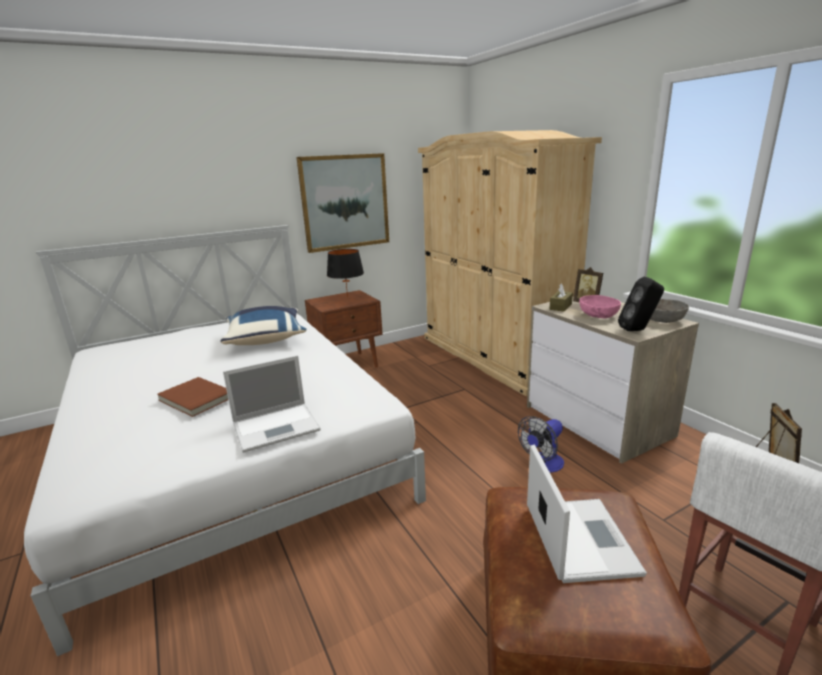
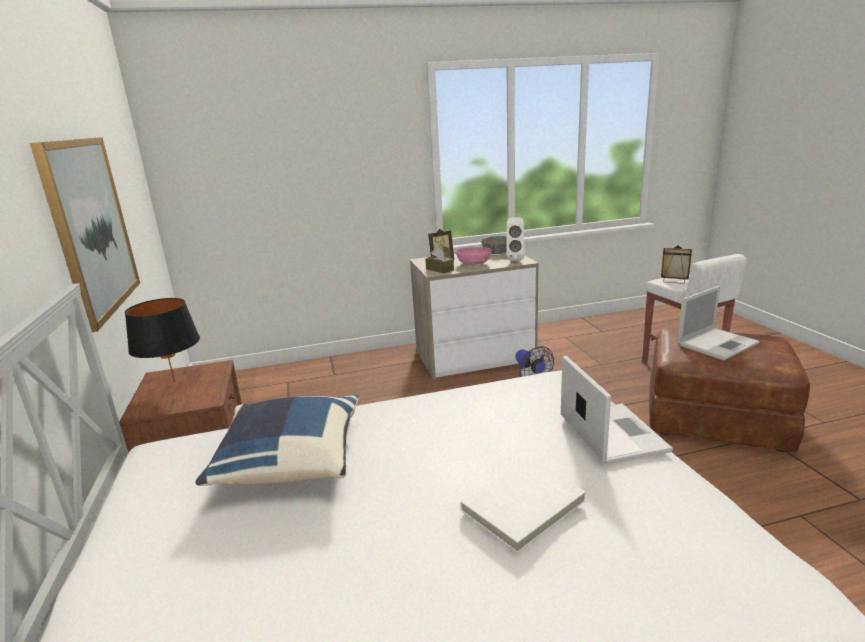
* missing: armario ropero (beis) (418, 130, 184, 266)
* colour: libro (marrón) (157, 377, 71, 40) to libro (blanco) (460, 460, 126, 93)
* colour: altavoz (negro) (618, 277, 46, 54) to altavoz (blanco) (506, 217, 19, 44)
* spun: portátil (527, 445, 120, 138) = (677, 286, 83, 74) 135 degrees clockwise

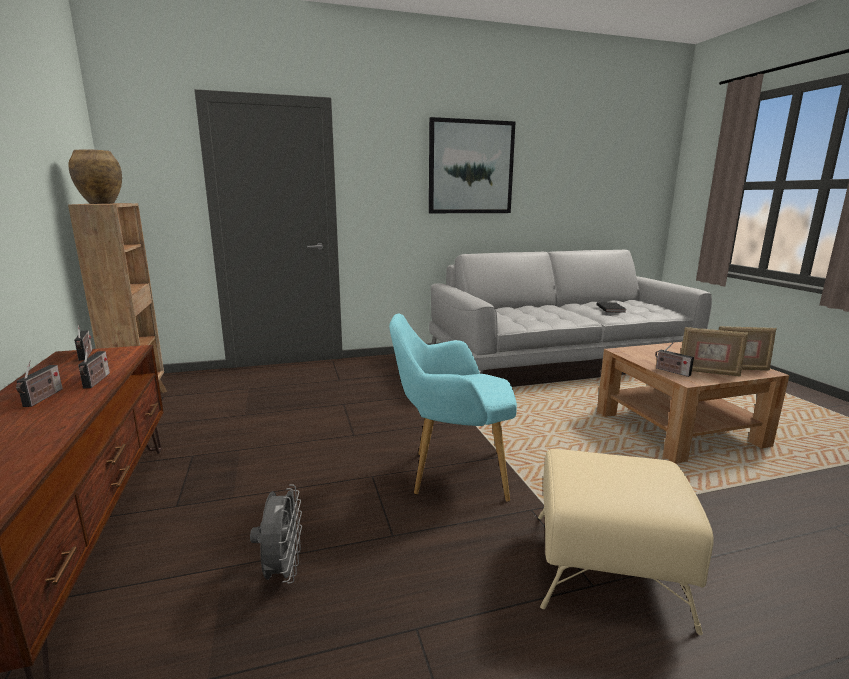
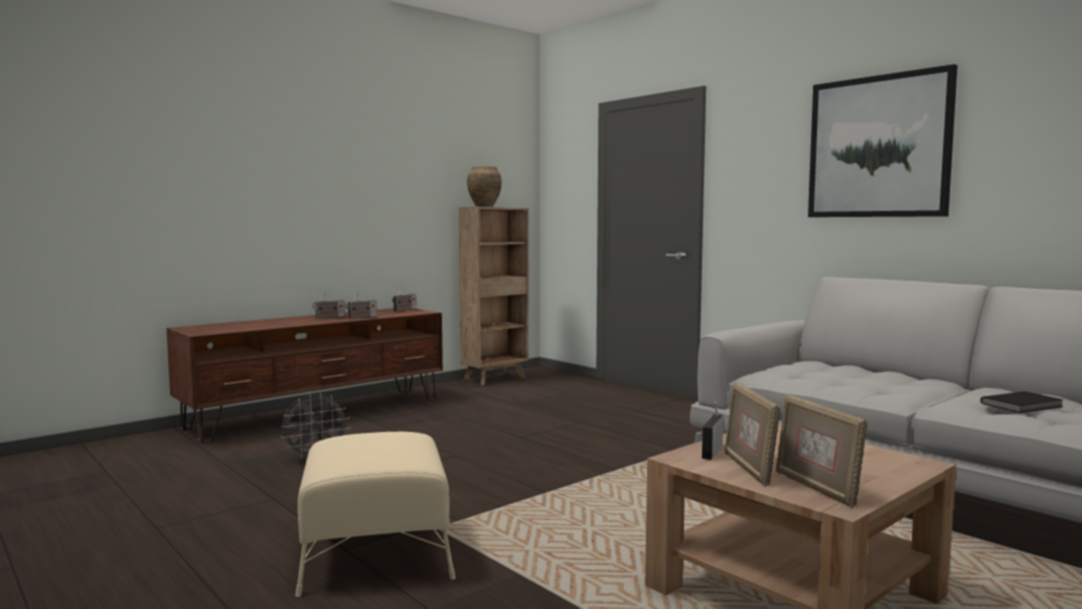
* missing: sillón (turquesa) (389, 314, 128, 188)

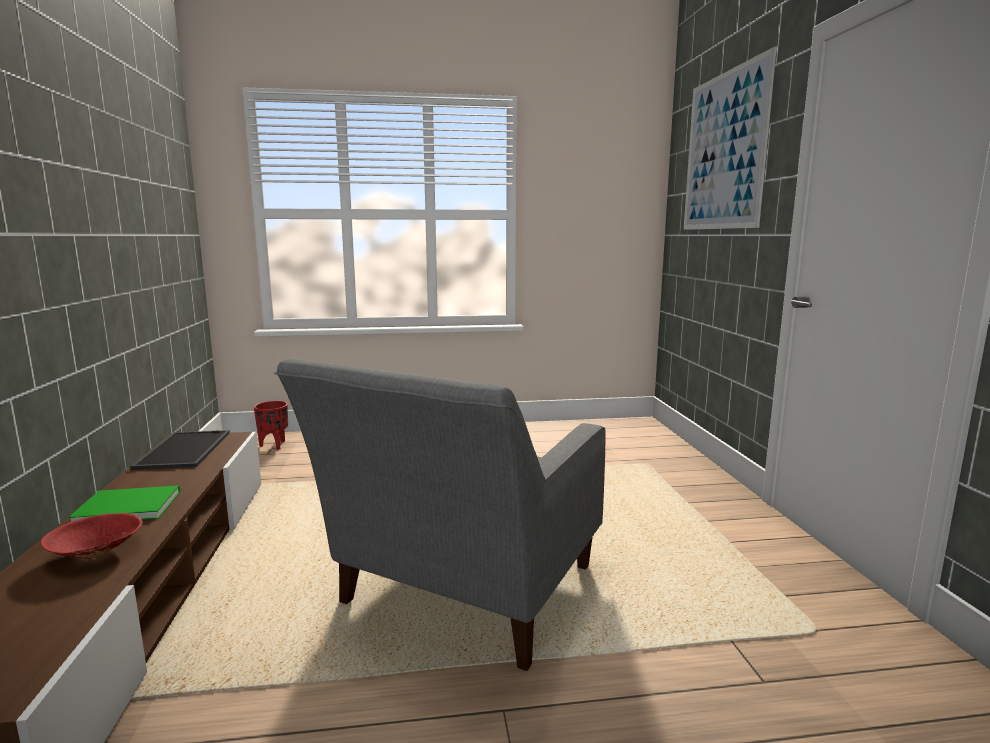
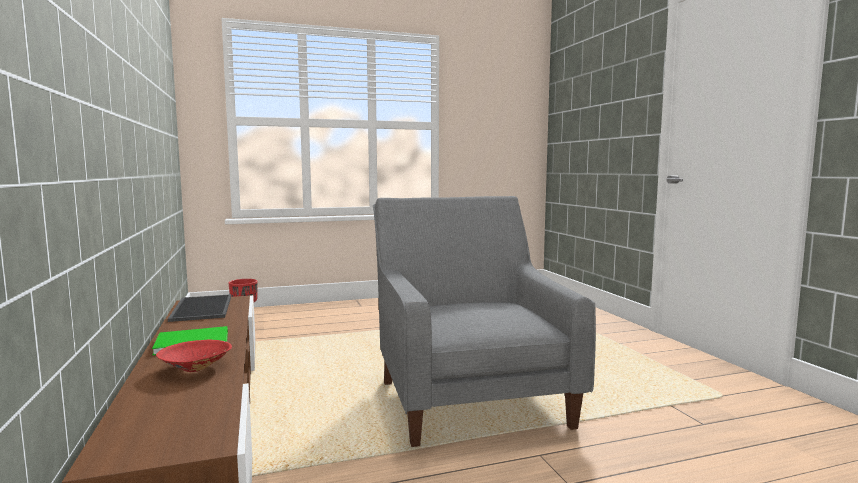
* missing: cuadro (684, 47, 93, 183)
* spun: sillón (gris) (274, 358, 332, 313) = (373, 196, 223, 251) 150 degrees clockwise

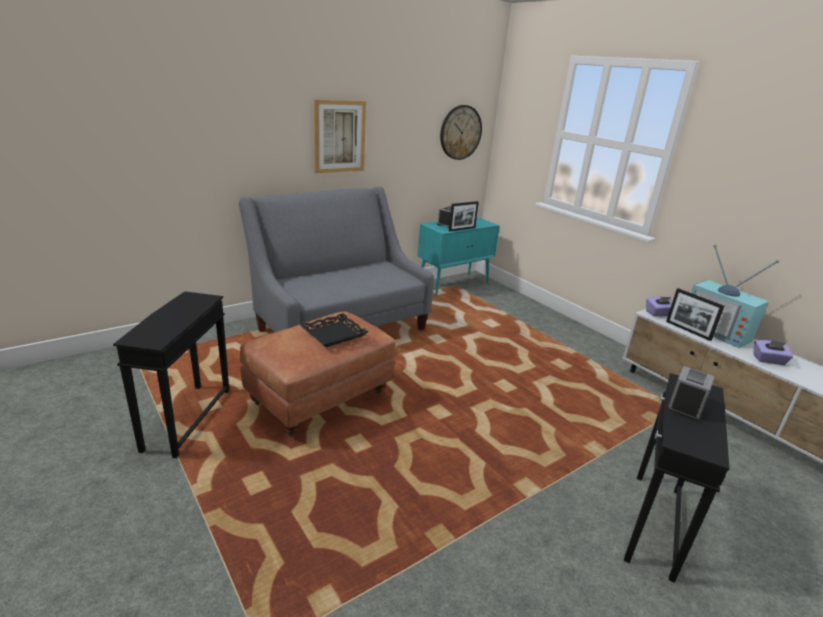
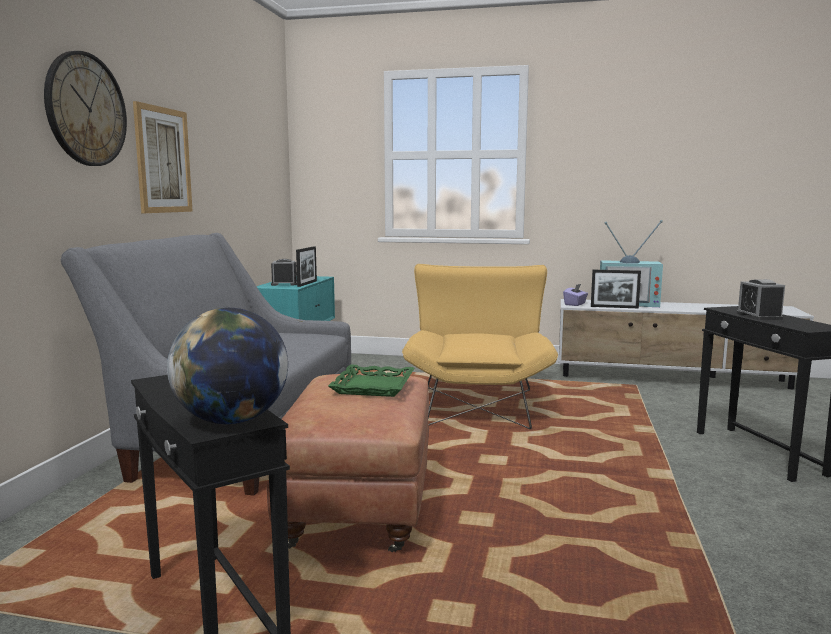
* missing: caja de pañuelos (morado) (753, 340, 40, 25)
* appeared: globo terráqueo (167, 308, 121, 116)
* appeared: sillón (amarillo) (402, 264, 156, 165)
* relocated: reloj de pared (440, 105, 42, 55) to (44, 51, 83, 115)
* colour: bandeja (negro) (300, 313, 68, 34) to bandeja (verde) (328, 364, 87, 33)

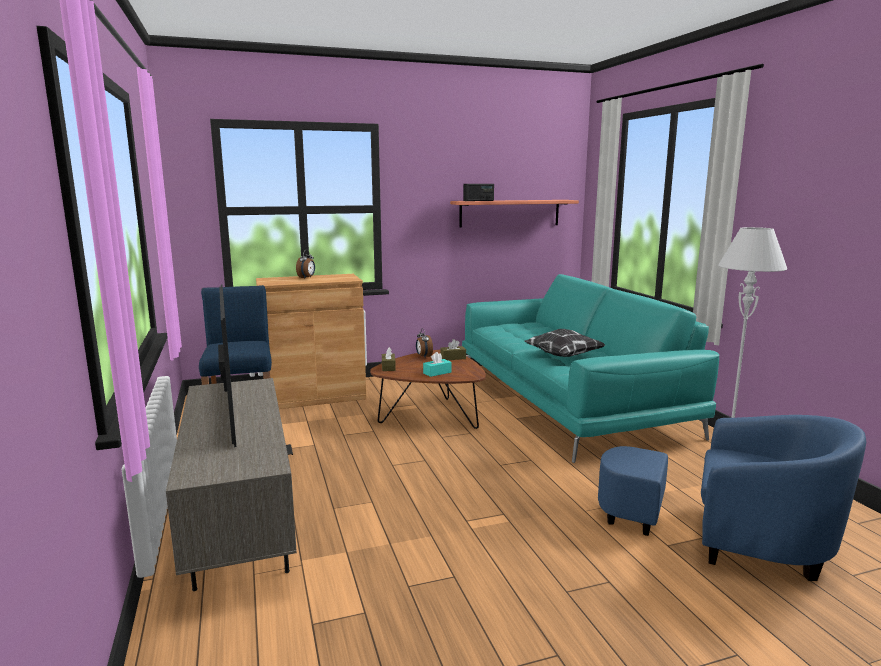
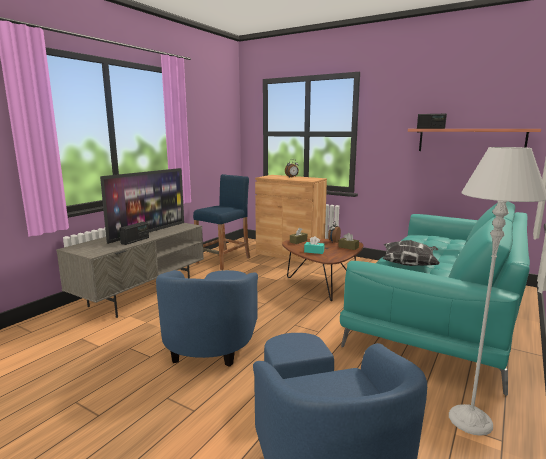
* appeared: radio (119, 222, 30, 23)
* appeared: sillón (azul) (156, 270, 102, 97)

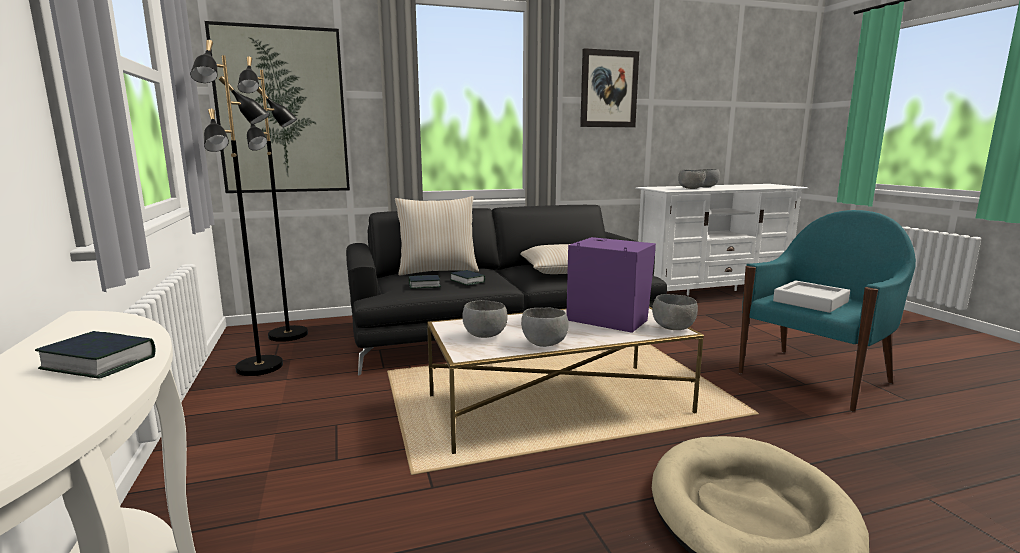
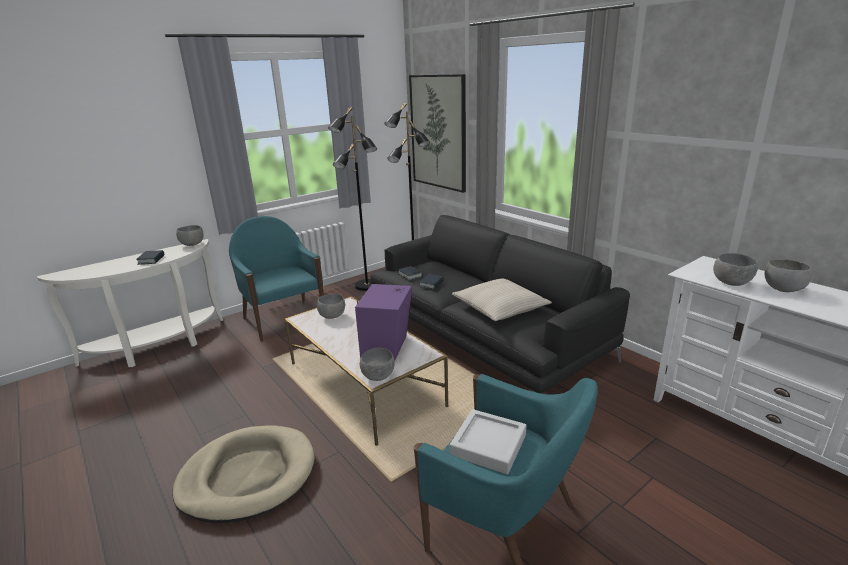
* missing: cojín (beis) (395, 196, 84, 79)
* missing: cuadro (580, 48, 59, 79)
* appeared: sillón (turquesa) (229, 216, 95, 126)
* relocated: cuenco (gris) (521, 307, 48, 40) to (176, 225, 28, 21)

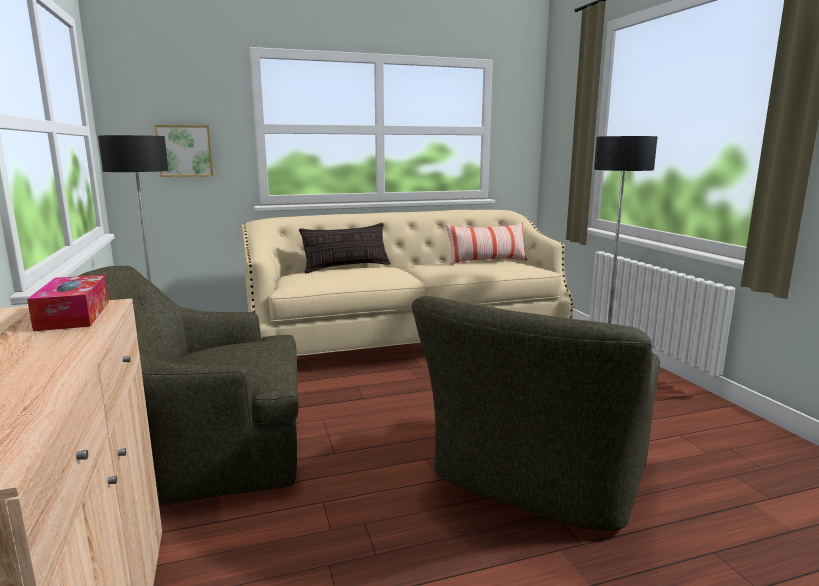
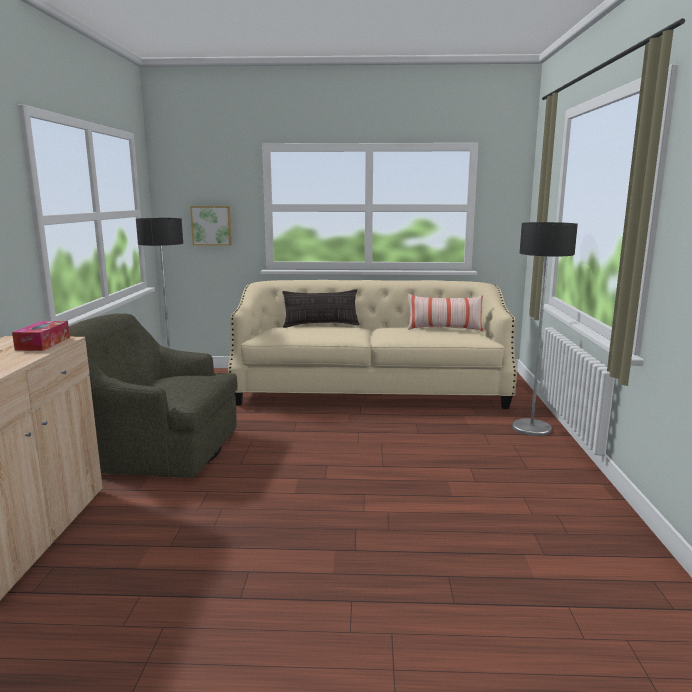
* missing: sillón (verde) (412, 296, 248, 235)

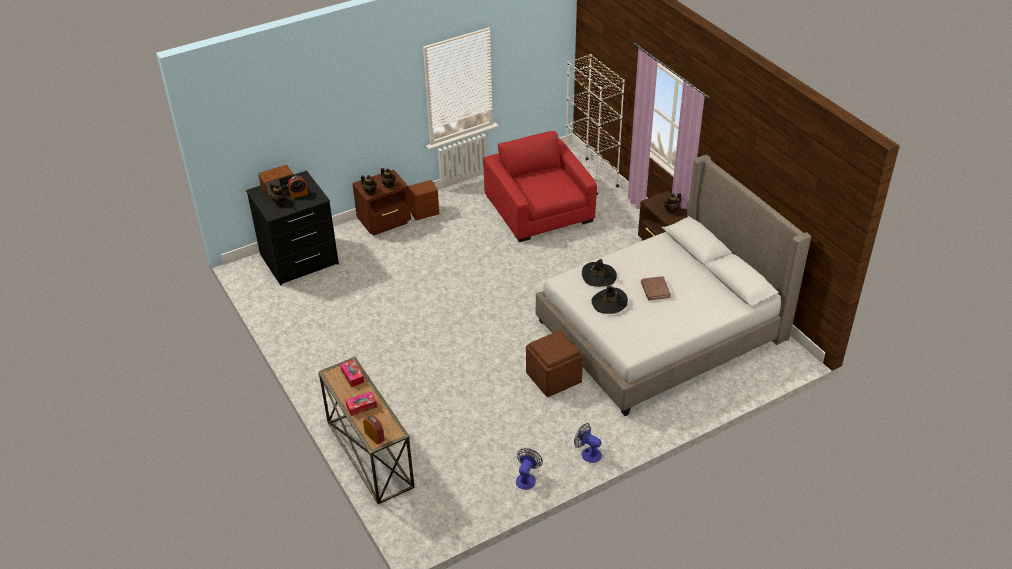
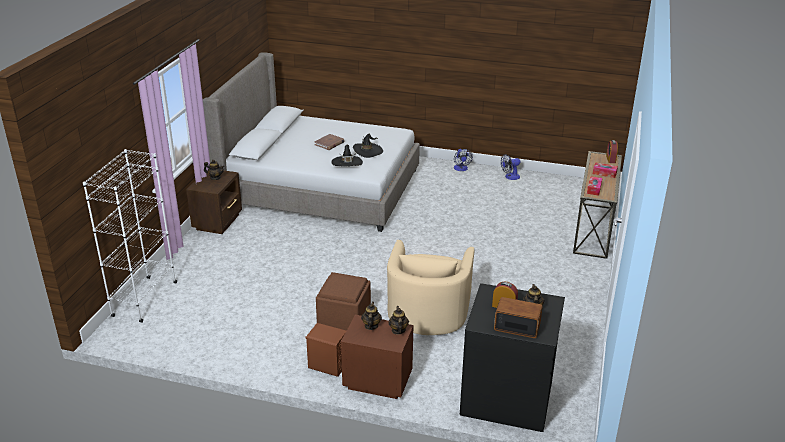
* missing: sillón (rojo) (483, 131, 114, 111)
* appeared: sillón (beis) (387, 240, 87, 95)
* relocated: puf (marrón) (526, 330, 57, 67) to (316, 272, 55, 59)

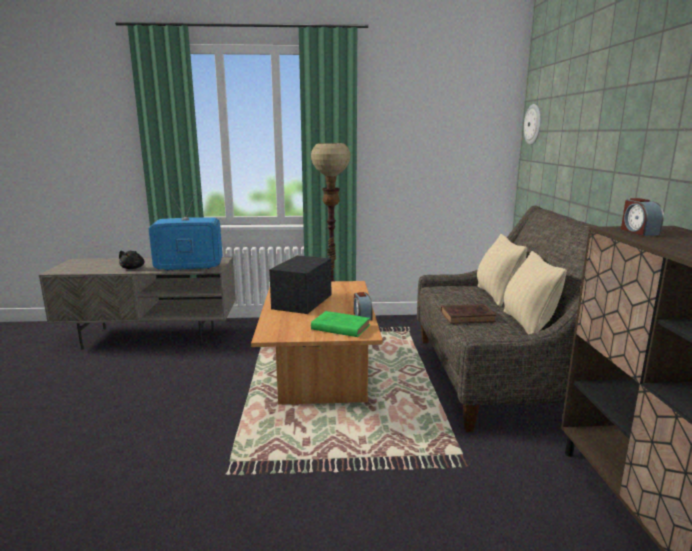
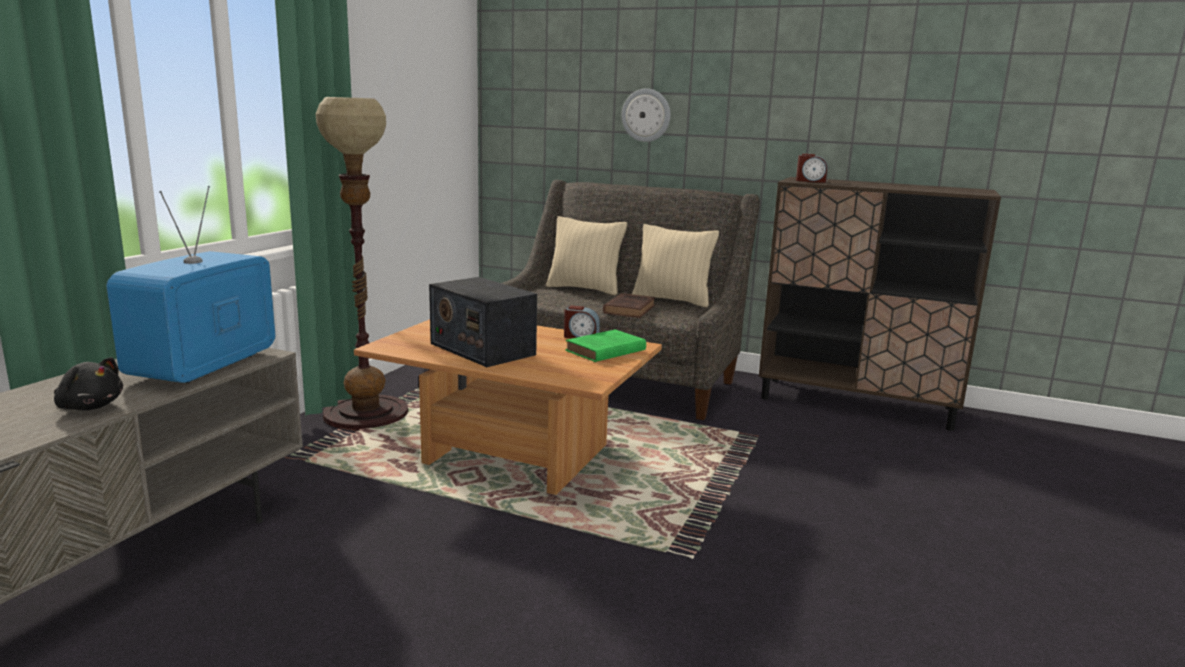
* relocated: reloj de pared (524, 104, 17, 41) to (622, 88, 48, 54)

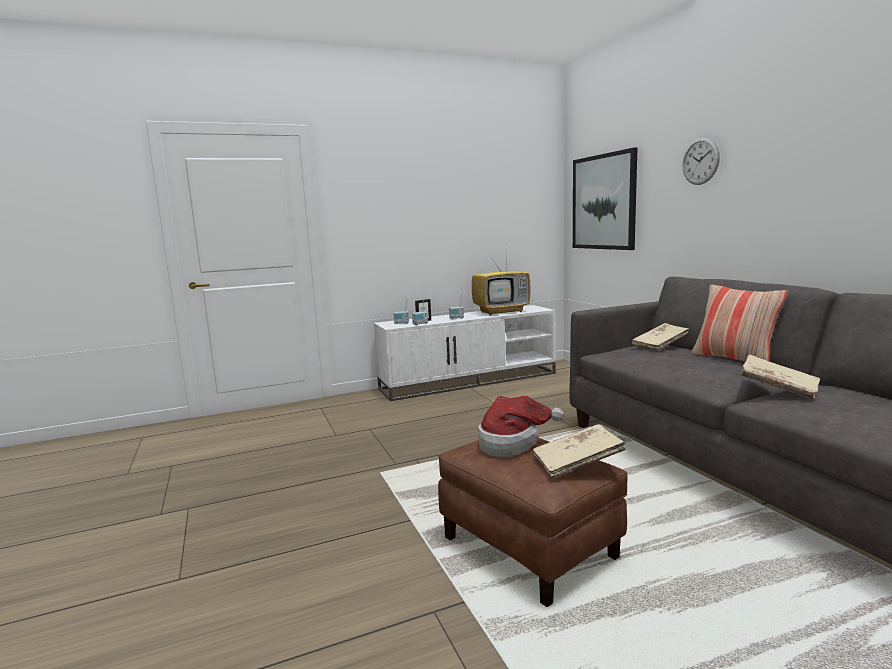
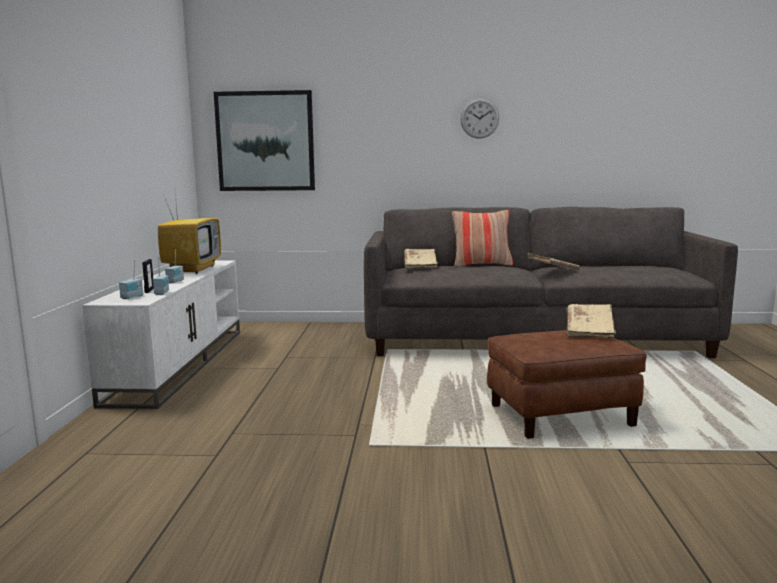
* missing: sombrero (478, 396, 86, 61)
* relocated: reloj de pared (682, 137, 38, 48) to (460, 98, 39, 41)

